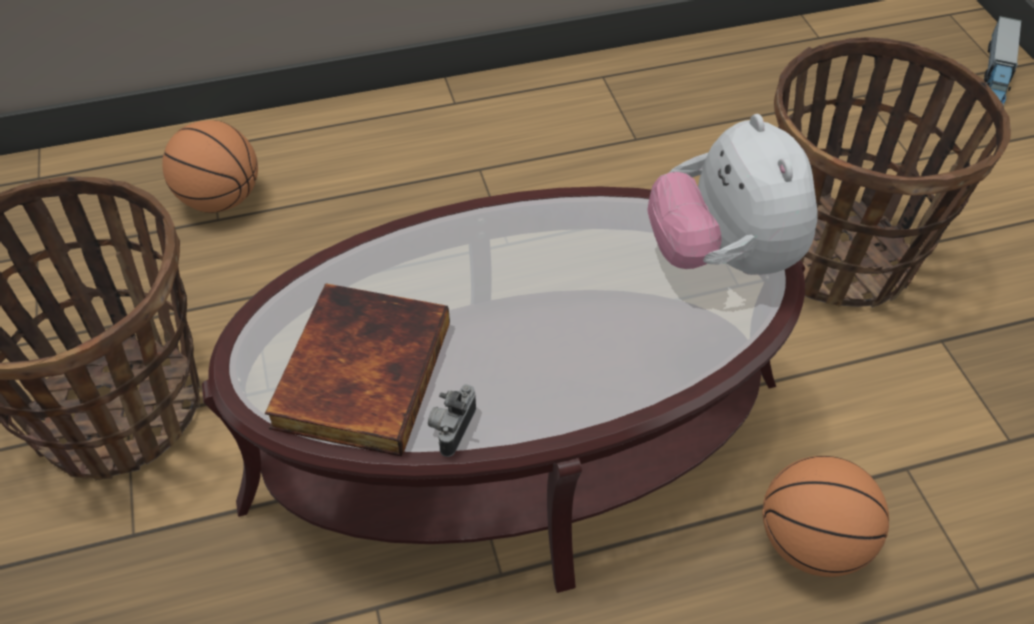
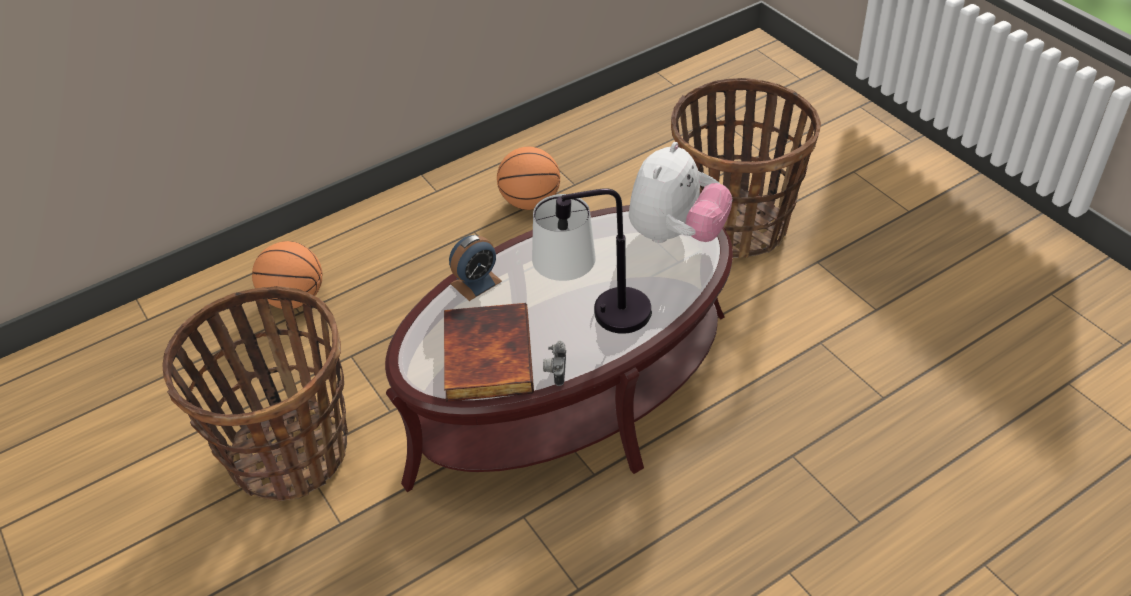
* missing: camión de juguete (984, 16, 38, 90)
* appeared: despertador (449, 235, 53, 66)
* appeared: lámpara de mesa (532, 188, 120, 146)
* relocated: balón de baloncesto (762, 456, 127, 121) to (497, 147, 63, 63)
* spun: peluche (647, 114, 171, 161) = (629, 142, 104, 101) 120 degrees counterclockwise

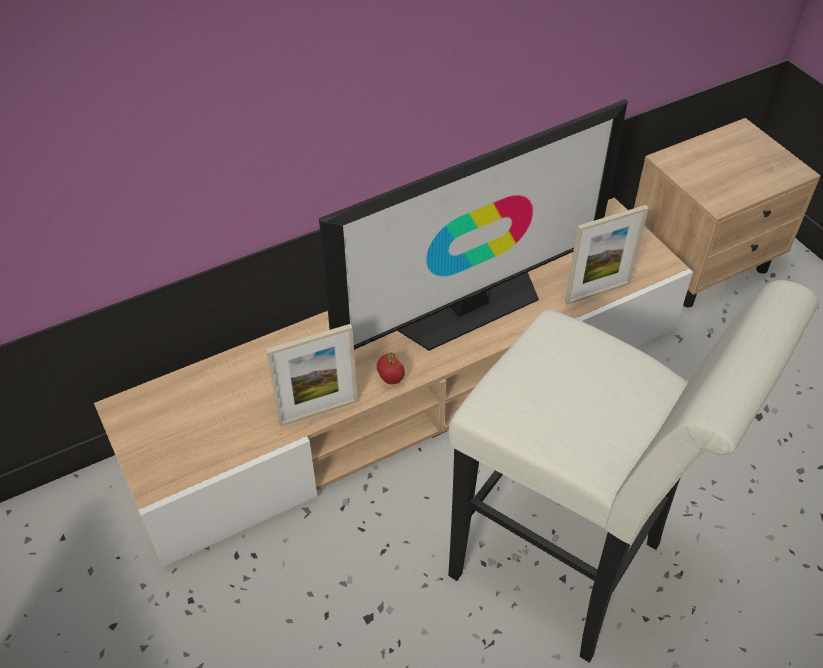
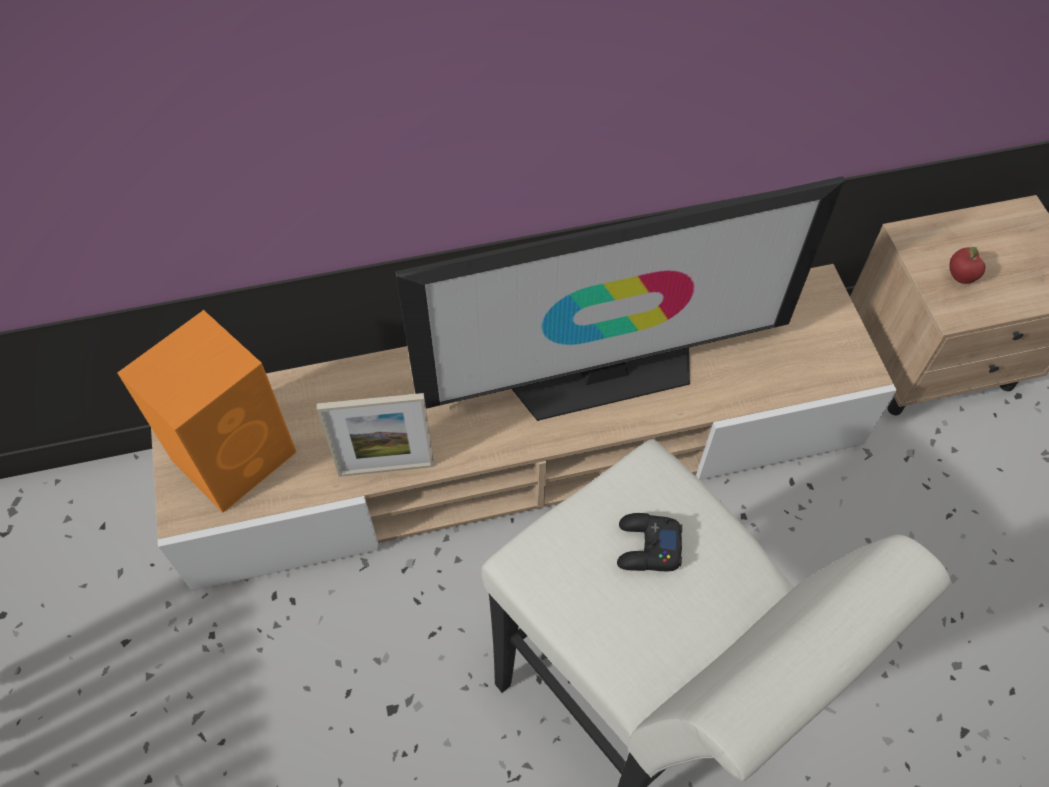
* missing: portarretratos (565, 205, 84, 100)
* appeared: altavoz (naranja) (117, 310, 179, 203)
* appeared: mando de consola (negro) (617, 513, 65, 58)
* relocated: manzana (377, 352, 28, 32) to (949, 247, 36, 37)

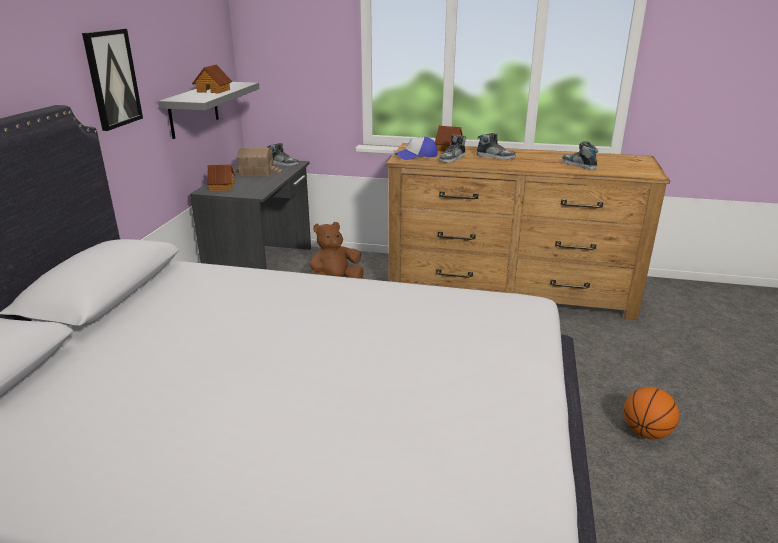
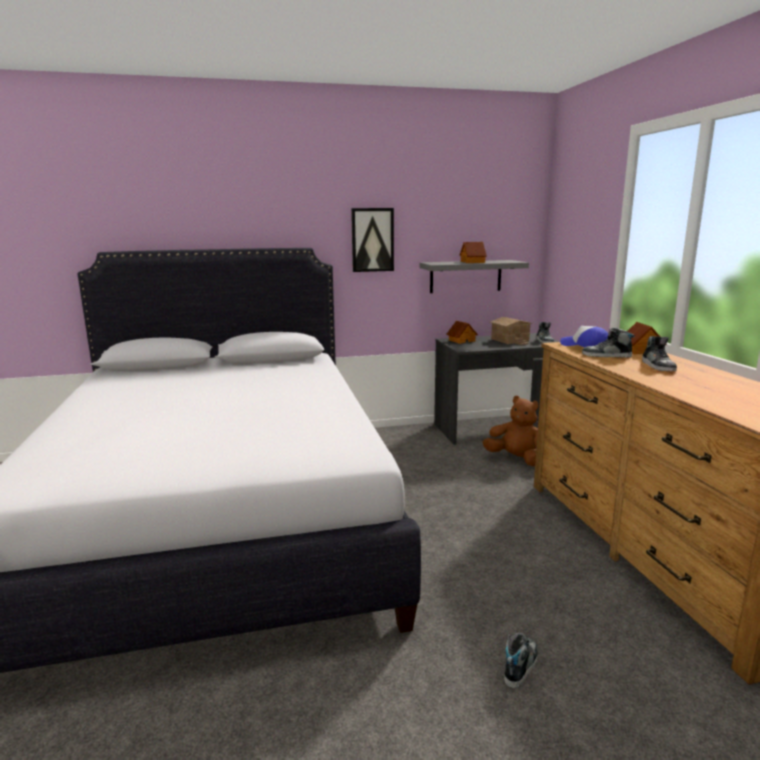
* missing: balón de baloncesto (624, 387, 55, 52)
* relocated: zapato (562, 141, 36, 29) to (504, 633, 34, 55)

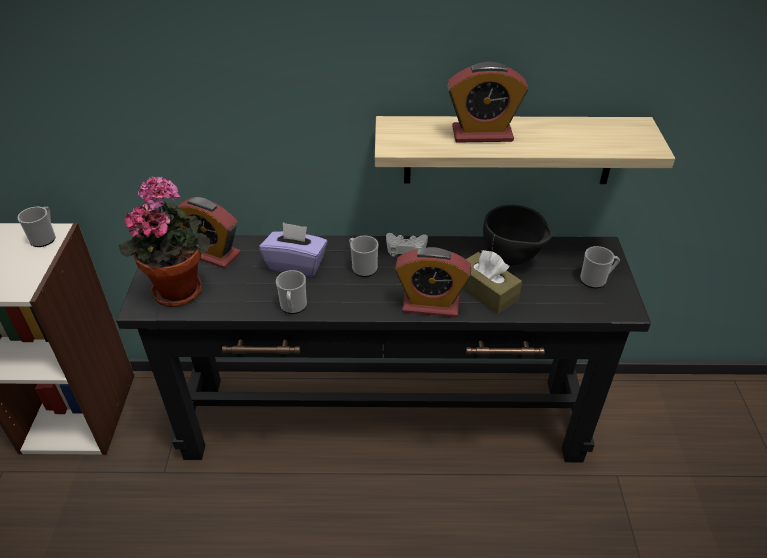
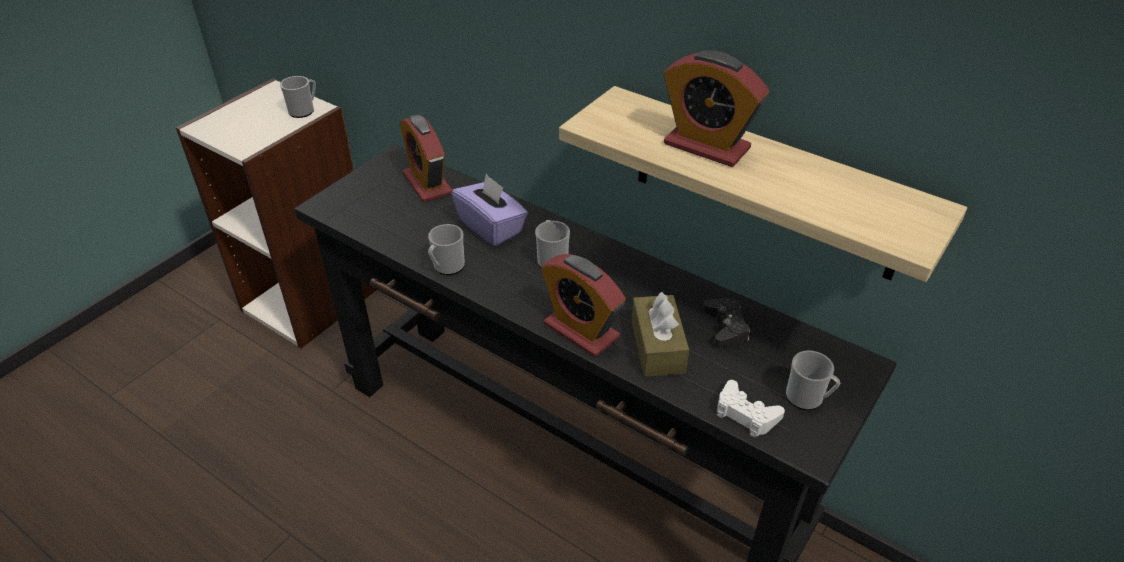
* missing: planta en maceta (118, 176, 93, 131)
* relocated: mando de consola (blanco) (386, 233, 42, 24) to (717, 380, 68, 58)
* exchanged: cuenco (negro) (483, 205, 70, 60) to mando de consola (negro) (703, 298, 47, 49)

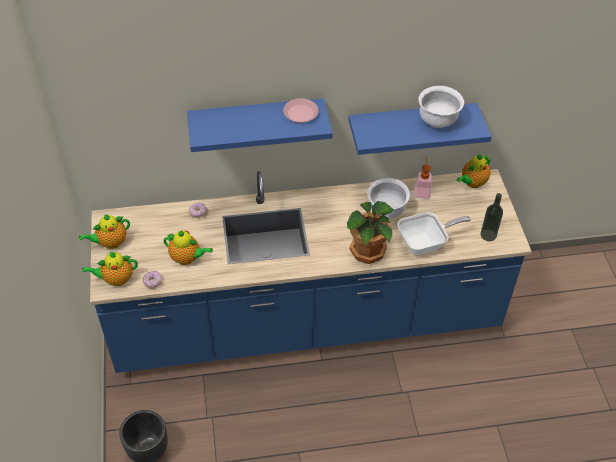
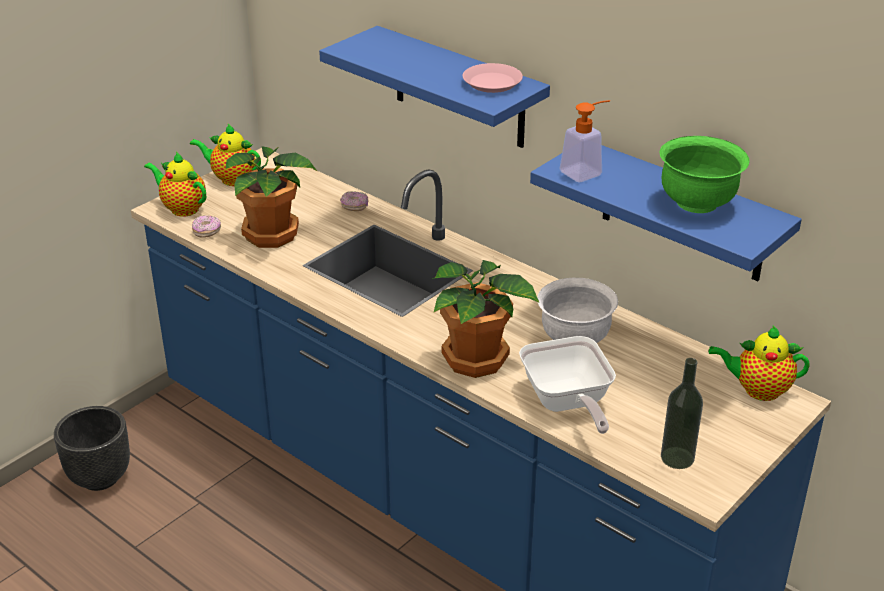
* relocated: dispensador de jabón (414, 157, 18, 42) to (559, 100, 51, 82)
* exchanged: tetera (163, 230, 50, 35) to planta en maceta (224, 146, 94, 102)
* colour: cuenco (blanco) (419, 86, 45, 42) to cuenco (verde) (660, 136, 90, 77)
* spun: sartén (397, 212, 74, 43) = (519, 336, 97, 98) 45 degrees clockwise

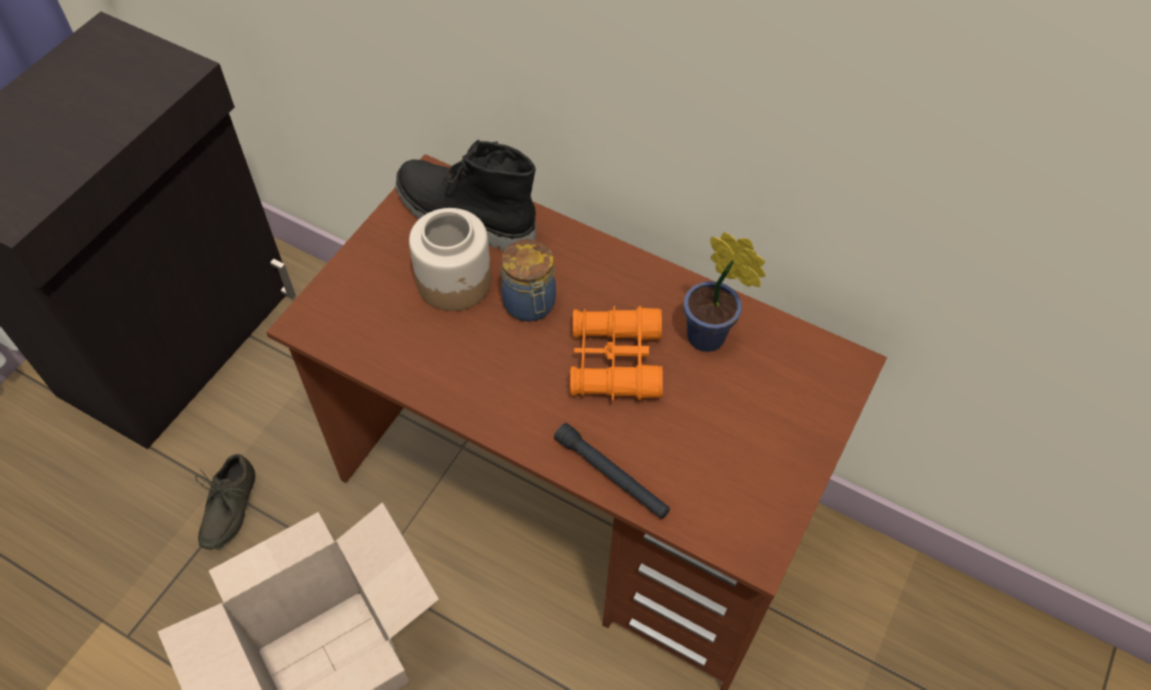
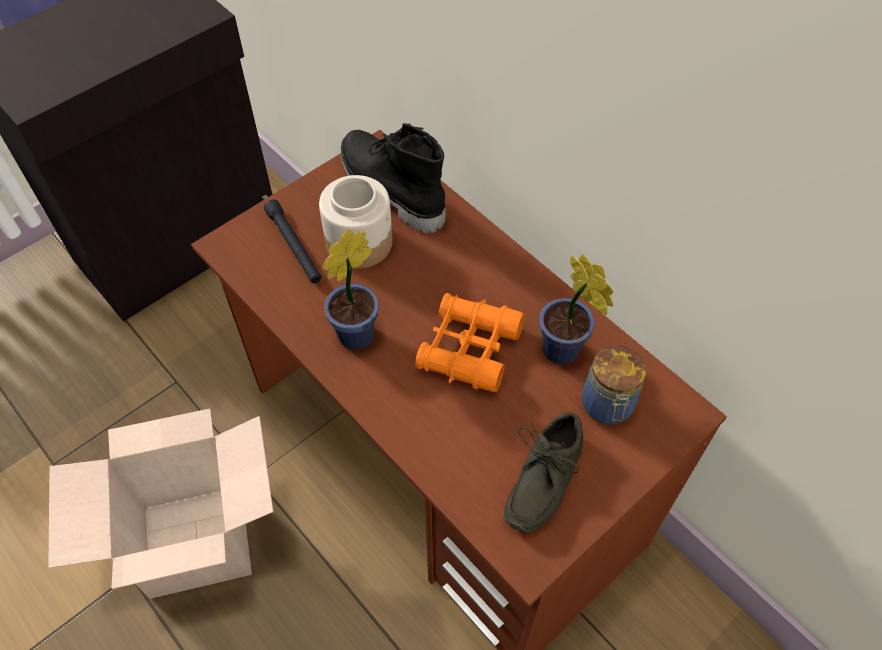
* appeared: planta en maceta (322, 230, 57, 120)
* relocated: zapato (gris) (195, 454, 60, 96) to (504, 413, 79, 120)
* relocated: tarro (501, 239, 55, 83) to (582, 345, 64, 79)
* relocated: linterna (negro) (554, 423, 116, 96) to (264, 199, 58, 84)

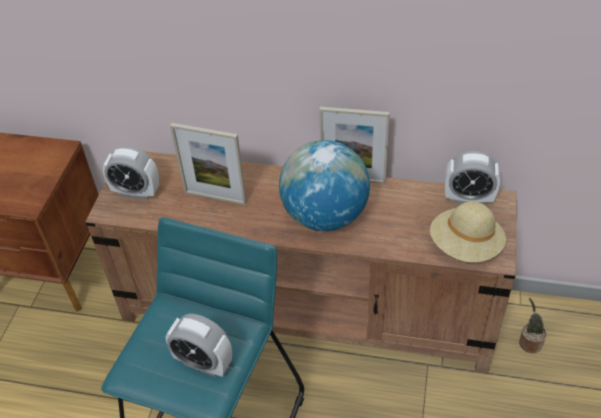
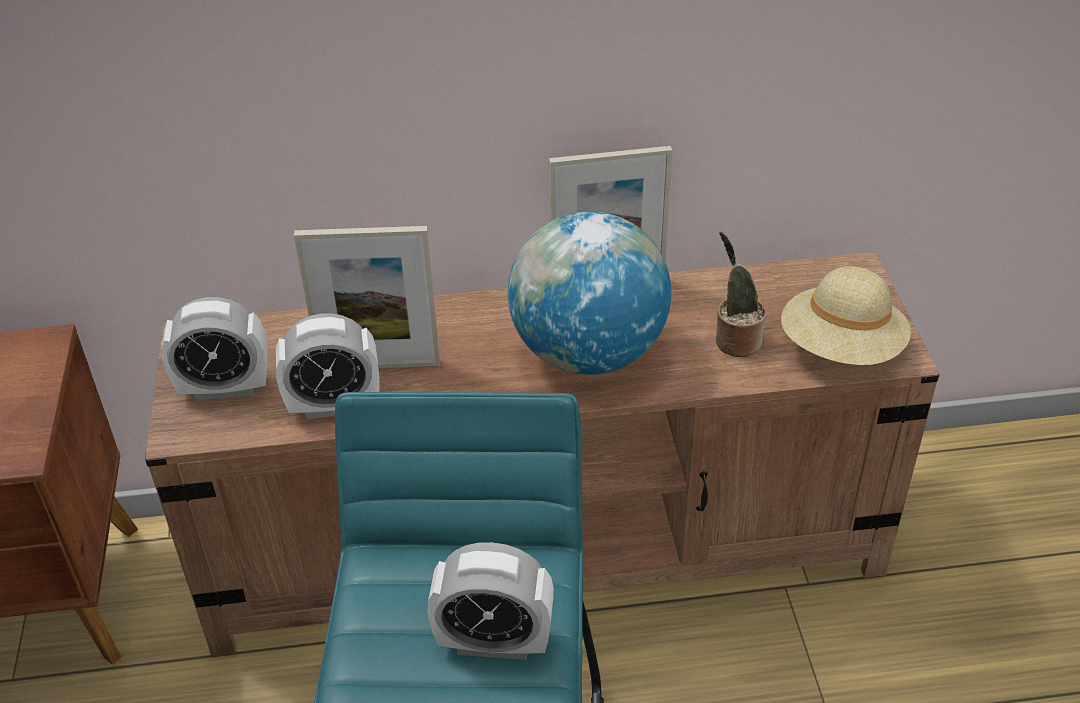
* relocated: despertador (445, 151, 55, 53) to (276, 313, 103, 106)
* relocated: planta en maceta (519, 298, 27, 55) to (716, 232, 50, 125)

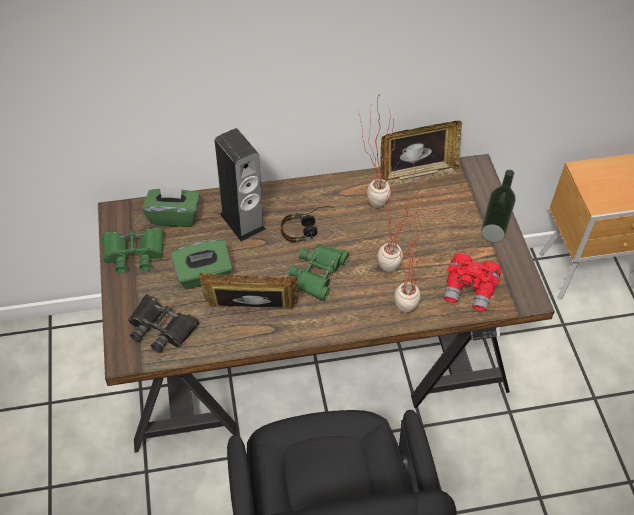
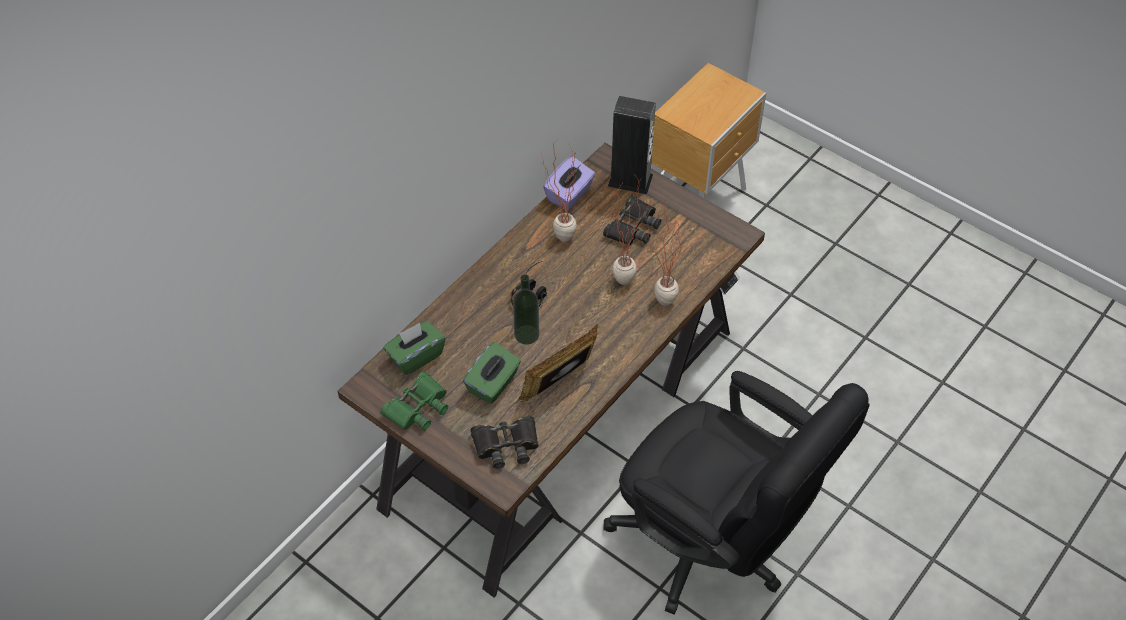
* missing: prismáticos (verde) (289, 244, 60, 57)
* missing: prismáticos (rojo) (444, 253, 57, 58)
* appeared: prismáticos (negro) (603, 195, 58, 51)
* relocated: altavoz (215, 128, 51, 114) to (608, 96, 48, 98)
* relocated: botella (481, 170, 35, 73) to (513, 274, 26, 71)
* exchanged: portarretratos (380, 121, 82, 66) to caja de pañuelos (morado) (543, 156, 52, 54)

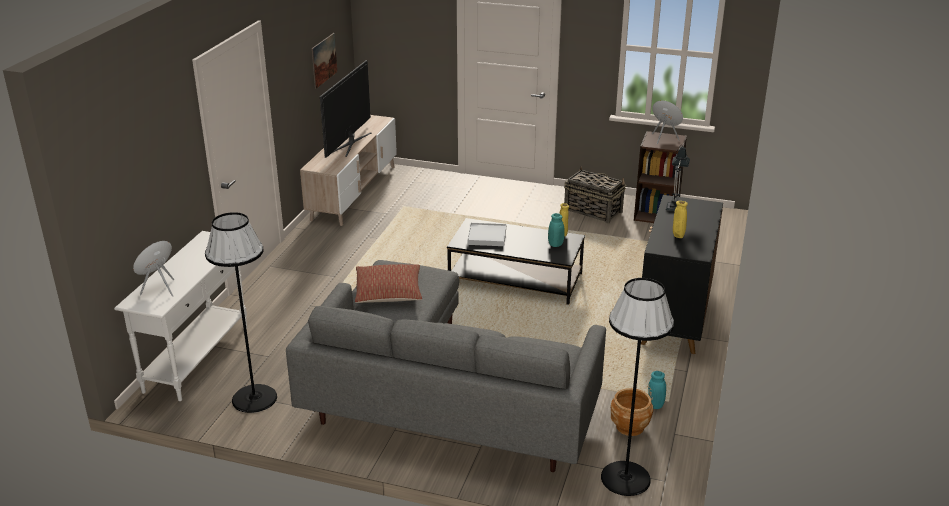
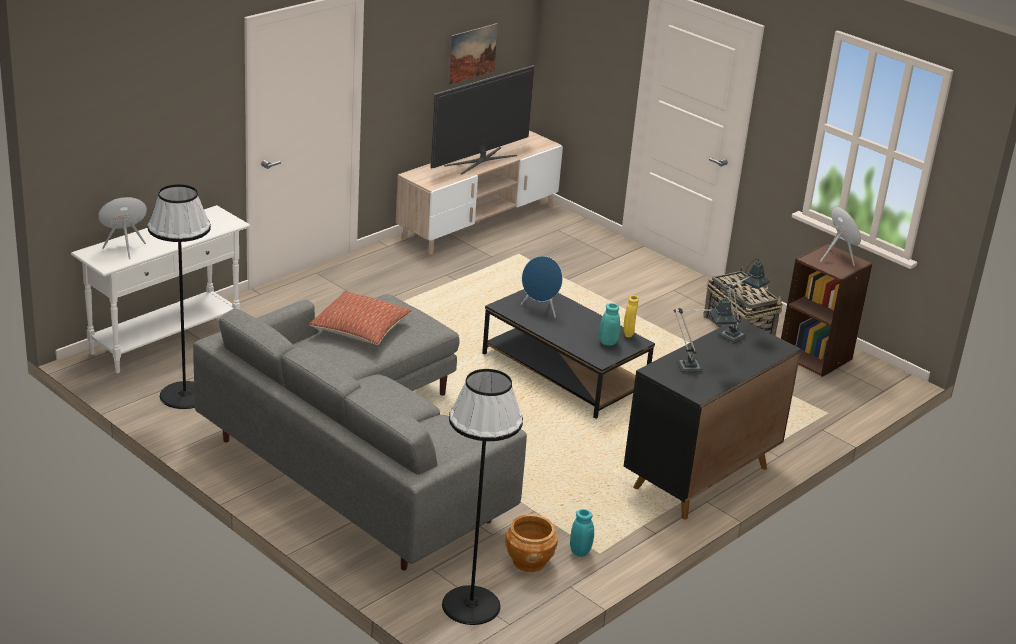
* exchanged: bandeja (blanco) (467, 223, 39, 23) to altavoz (azul) (521, 256, 42, 62)
* exchanged: florero (amarillo) (673, 201, 15, 37) to lámpara de mesa (674, 295, 63, 77)

